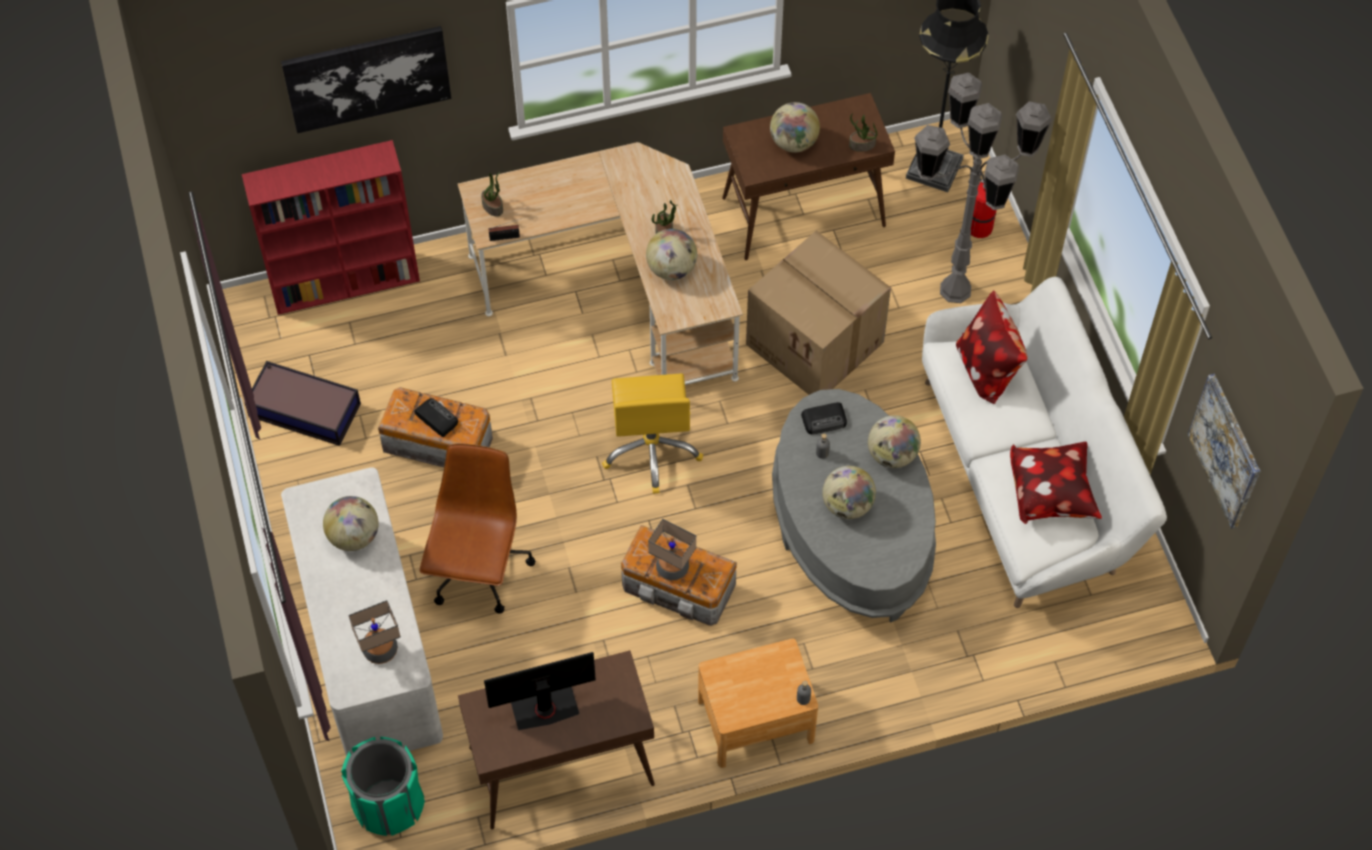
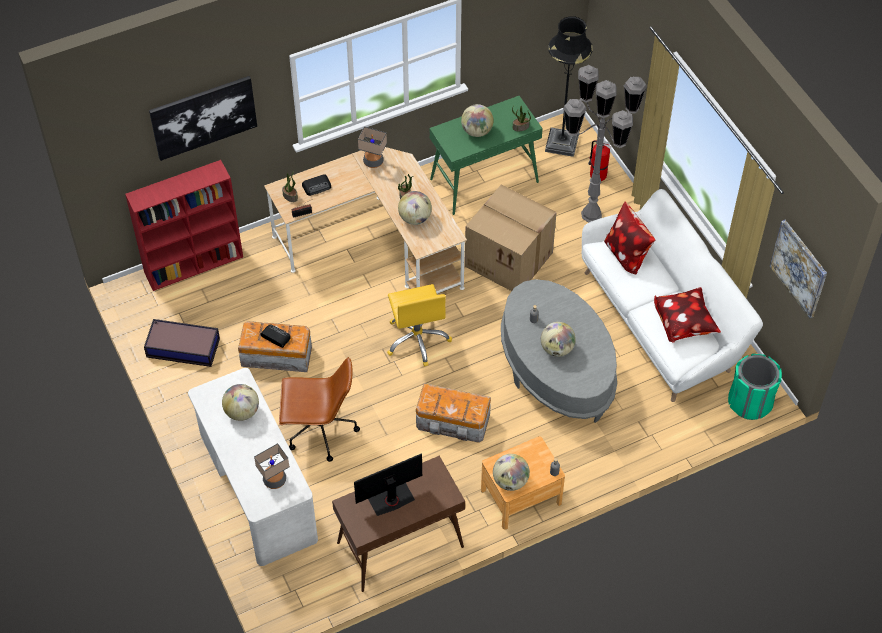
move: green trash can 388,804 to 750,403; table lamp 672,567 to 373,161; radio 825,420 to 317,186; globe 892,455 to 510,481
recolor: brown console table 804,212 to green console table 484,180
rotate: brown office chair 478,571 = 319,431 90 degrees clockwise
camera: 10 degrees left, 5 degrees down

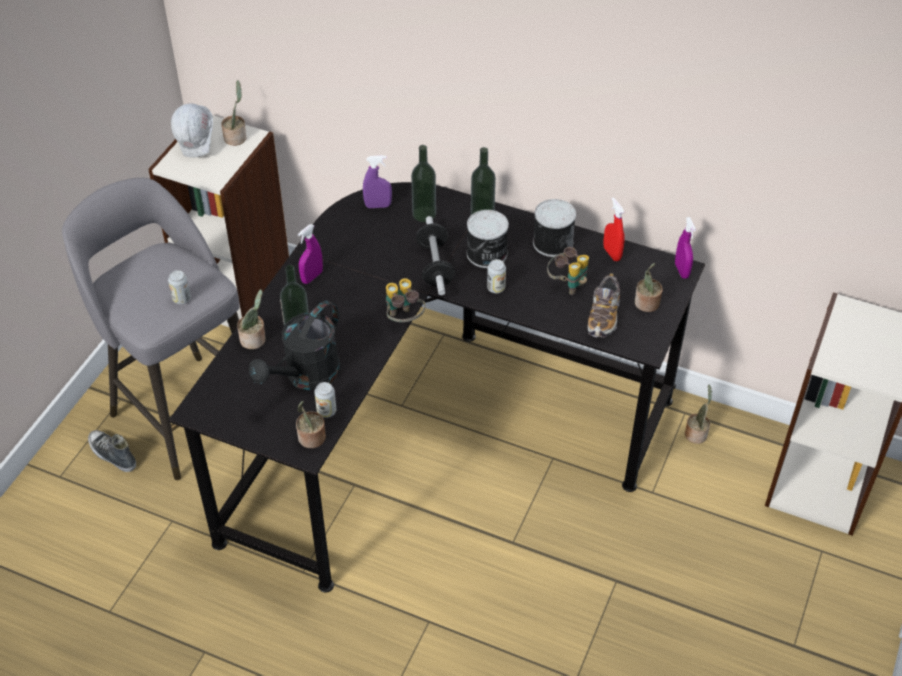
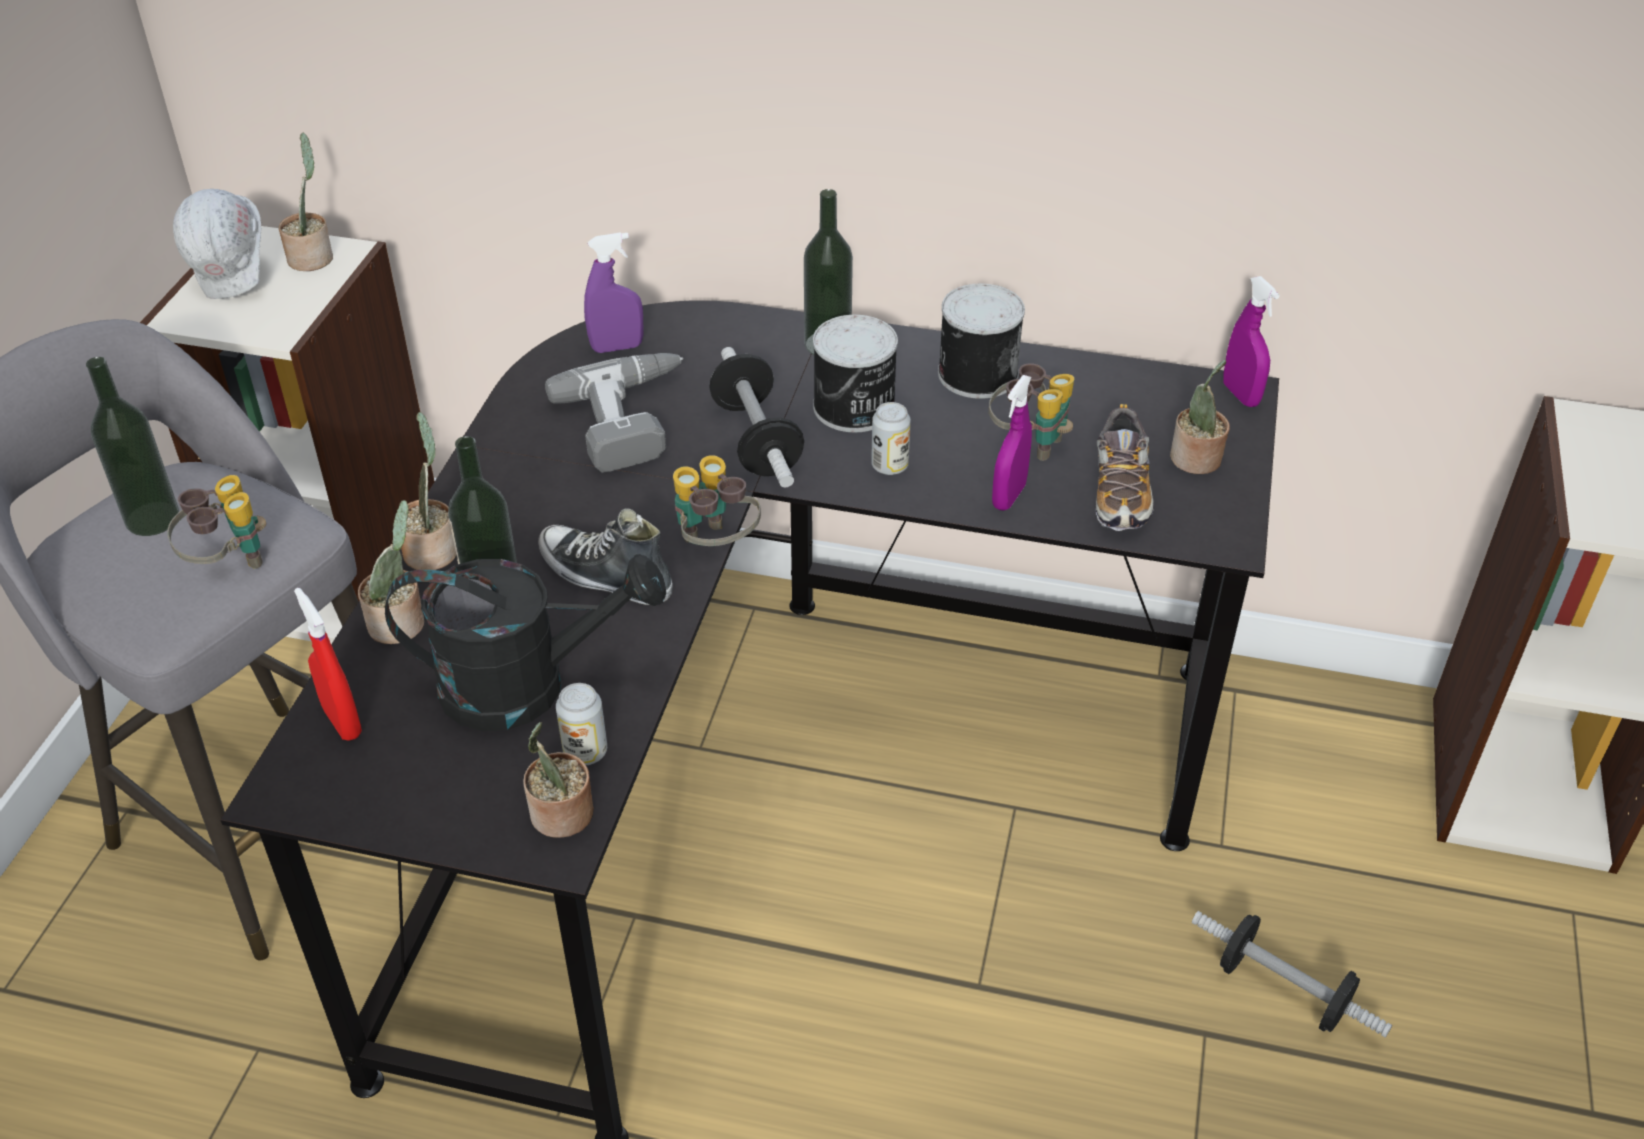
insert: power drill 633,420; dumbbell 1283,990
move: shoe 112,455 to 605,576; purple spray bottle 312,277 to 1008,496; bottle 424,214 to 152,518; red spray bottle 612,253 to 342,722; potted plant 696,433 to 432,550
replace: can 181,299 to binoculars 228,563
rotate: black watering can 306,377 = 526,685 120 degrees counterclockwise
camera: 10 degrees left, 5 degrees down

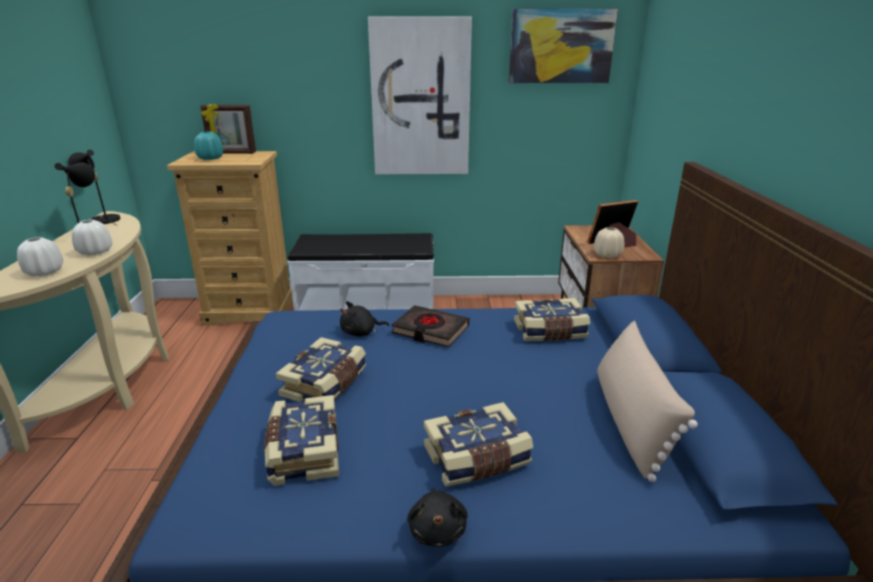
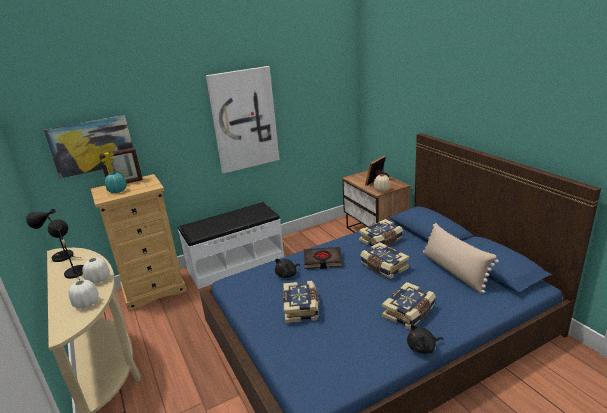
move: book 303,452 to 383,267; picture 561,46 to 92,146
rotate: black plush toy 437,529 = 423,348 105 degrees clockwise
camera: 25 degrees left, 0 degrees up

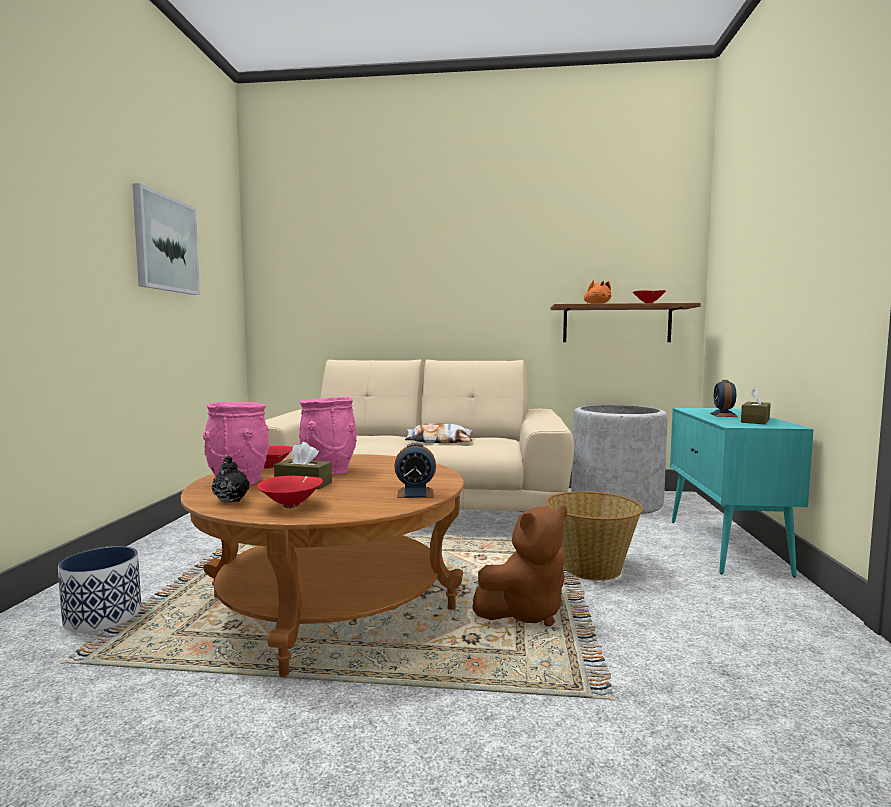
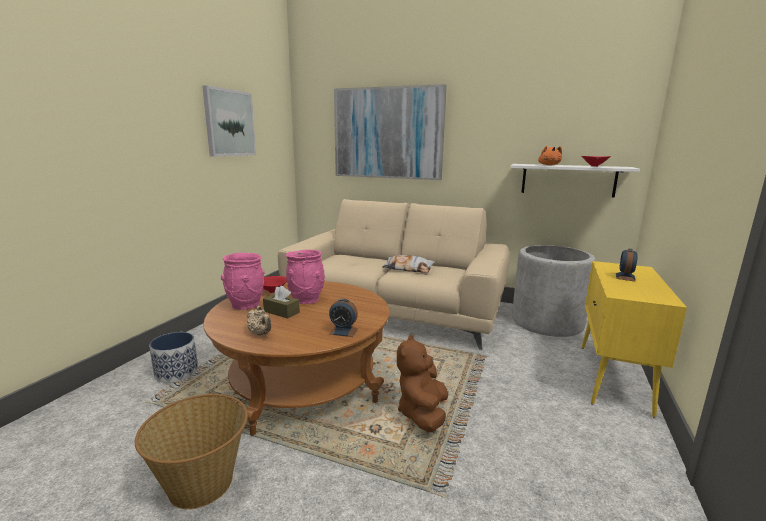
delete: black teapot 231,500; brown tissue box 755,421
insert: picture 388,133
move: basket 591,568 to 202,482
replace: red bowl 292,506 to beige teapot 261,334
recolor: brown shelf 616,324 to white shelf 568,180; turquoise cabinet 726,546 to yellow cabinet 613,378
rotate: brown plush toy 525,612 = 422,413 120 degrees clockwise
camera: 15 degrees right, 10 degrees up

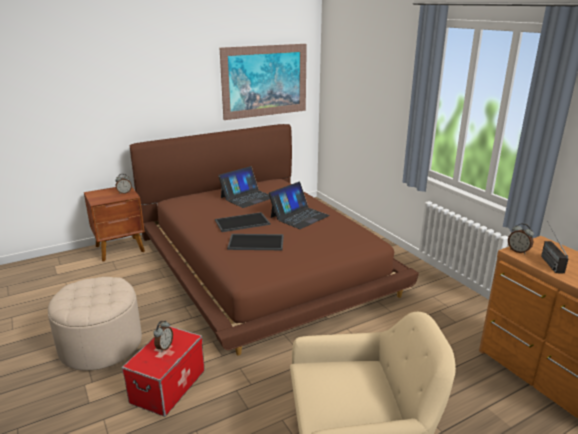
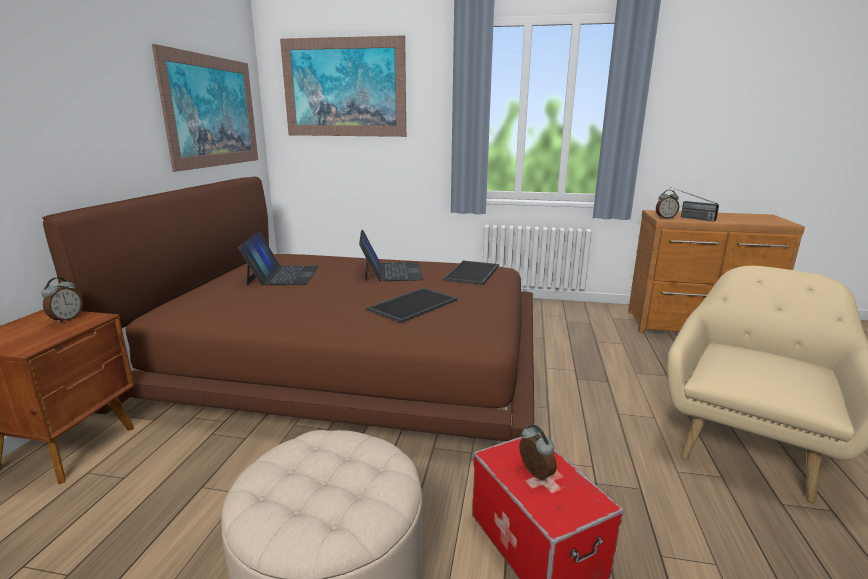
insert: picture 344,88
move: tray 242,223 to 473,273
camera: 50 degrees left, 5 degrees down

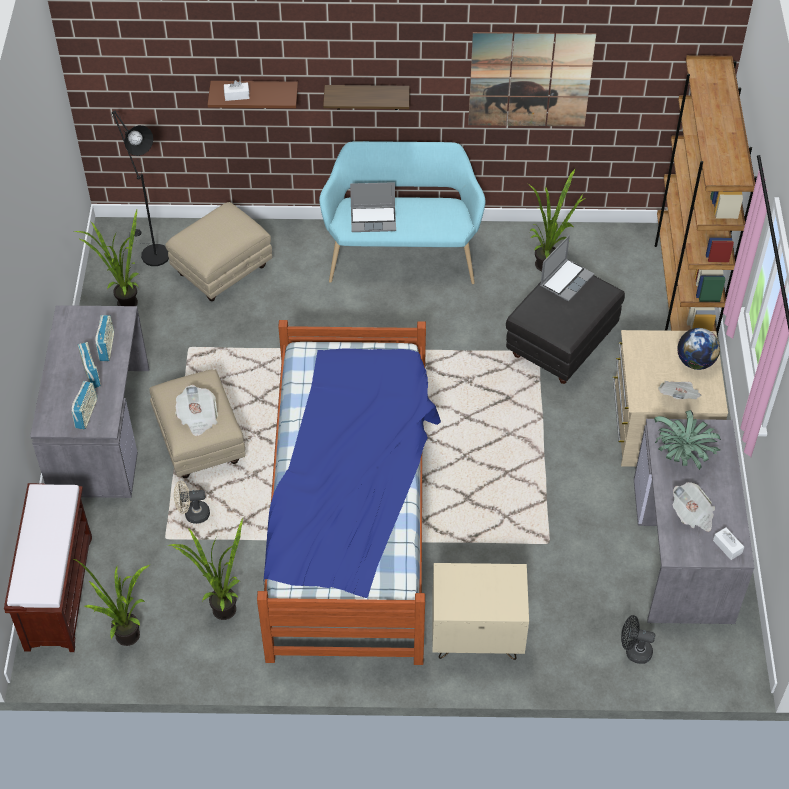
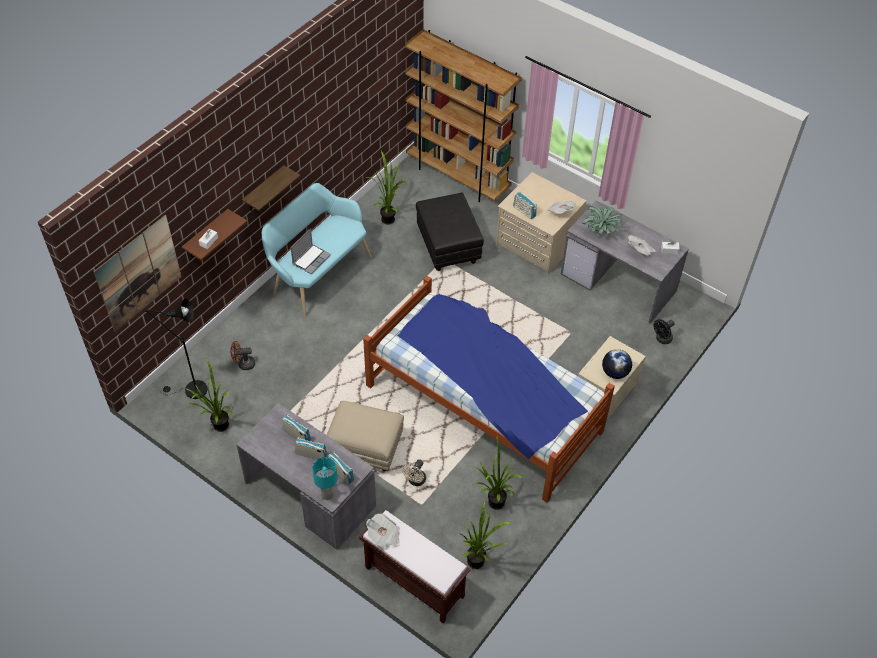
delete: laptop 566,280
insert: turquoise table lamp 327,495; radio 524,211
move: newspaper 197,418 to 384,536; picture 530,79 to 139,273; globe 695,362 to 615,372
replace: beige ottoman 221,271 to brown fan 243,364
camera: 55 degrees left, 0 degrees up

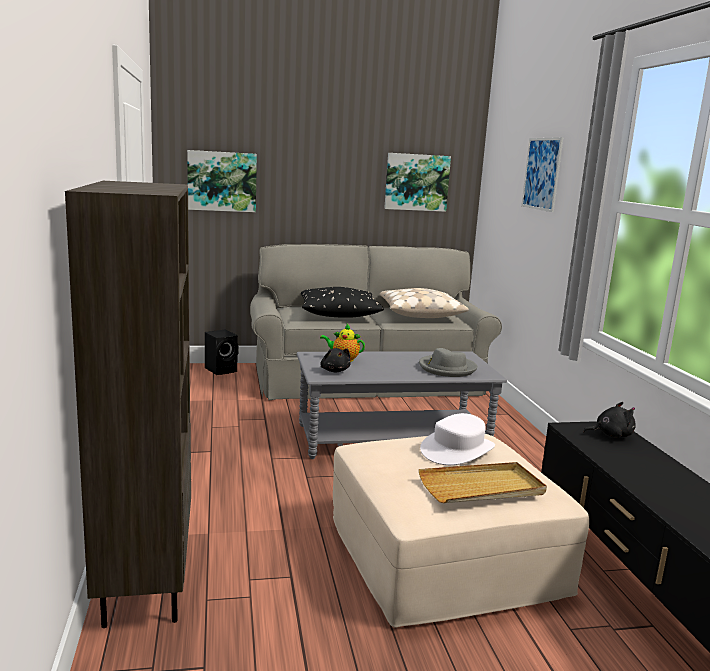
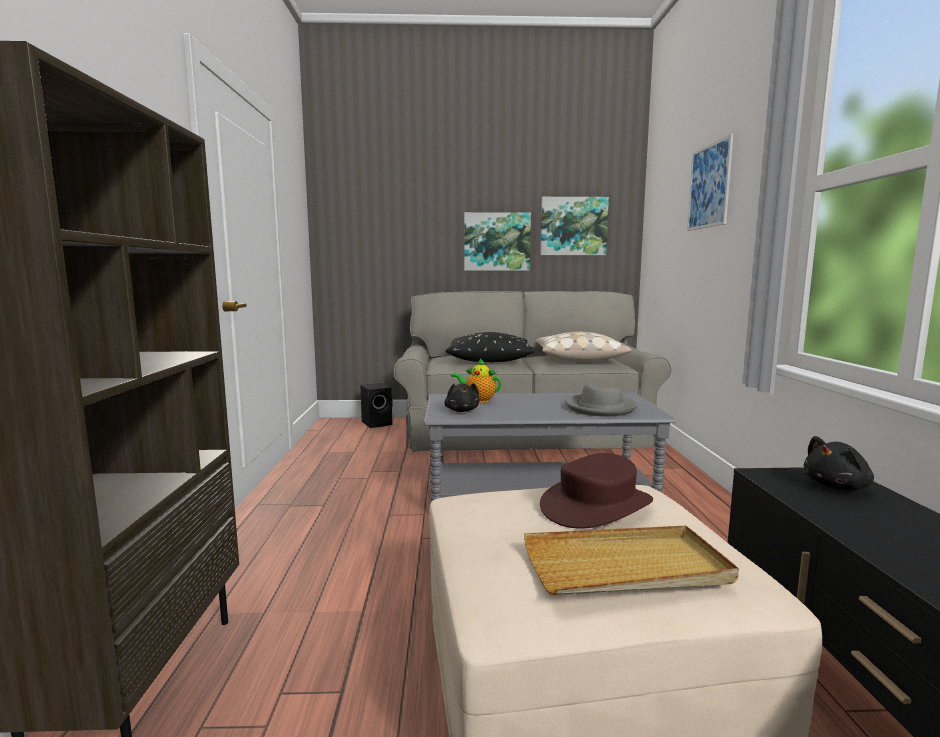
move: picture 222,181 to 497,242
recolor: white hat 458,450 to brown hat 597,505
rotate: black plush toy 610,435 = 837,486 150 degrees clockwise
camera: 10 degrees right, 5 degrees down

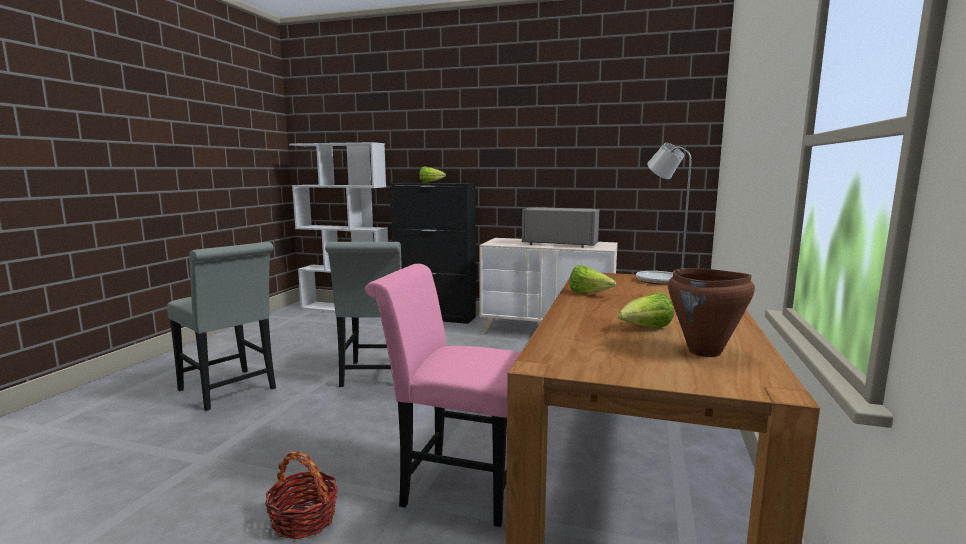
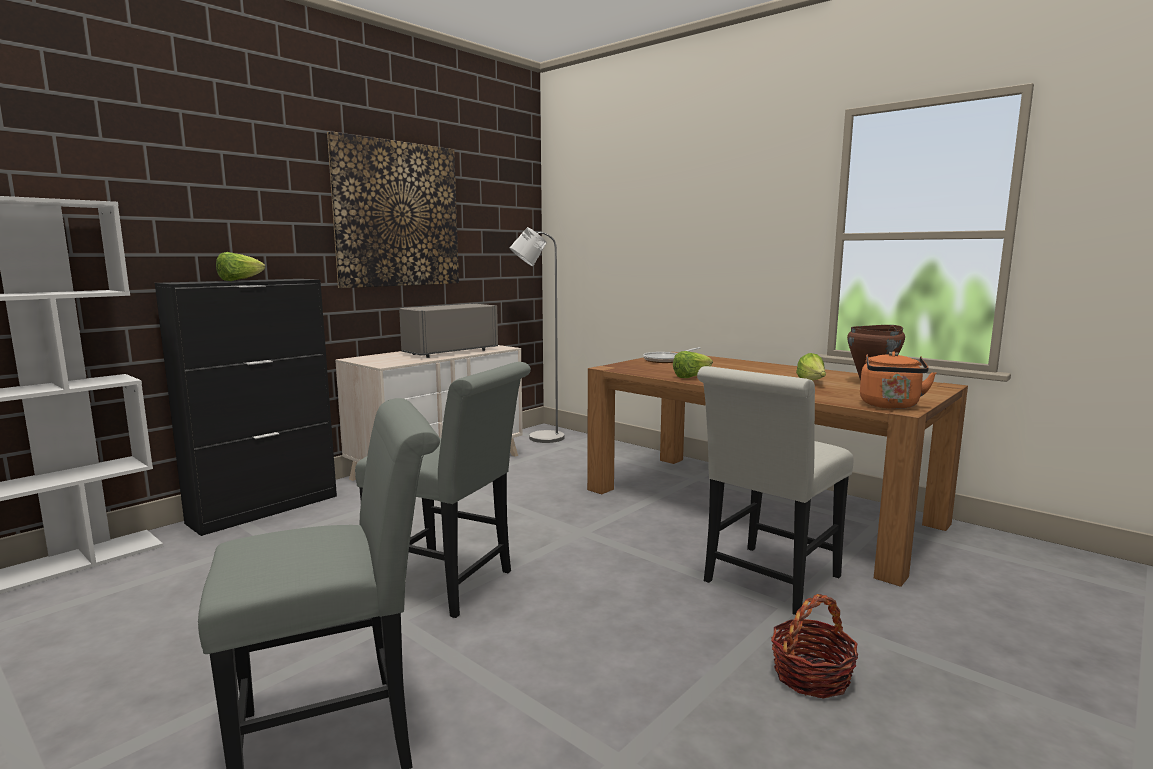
insert: picture 397,214; orange kettle 890,406
recolor: pink chair 455,484 to white chair 767,582
camera: 65 degrees left, 0 degrees up

